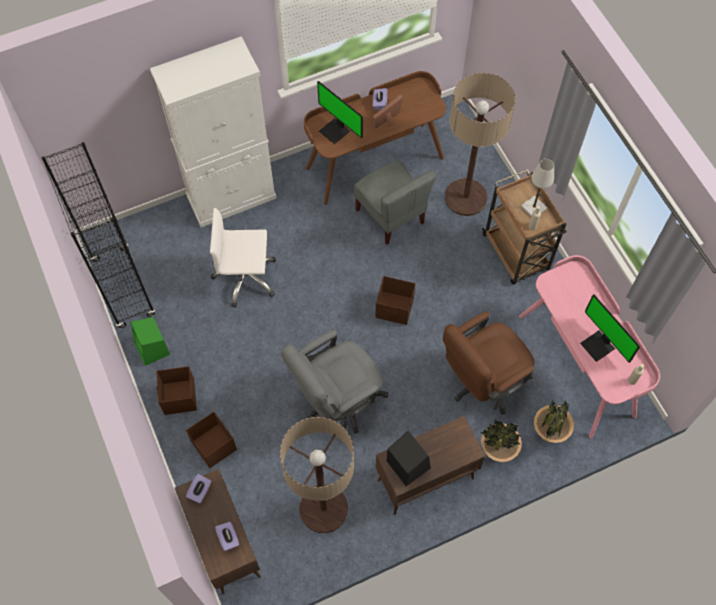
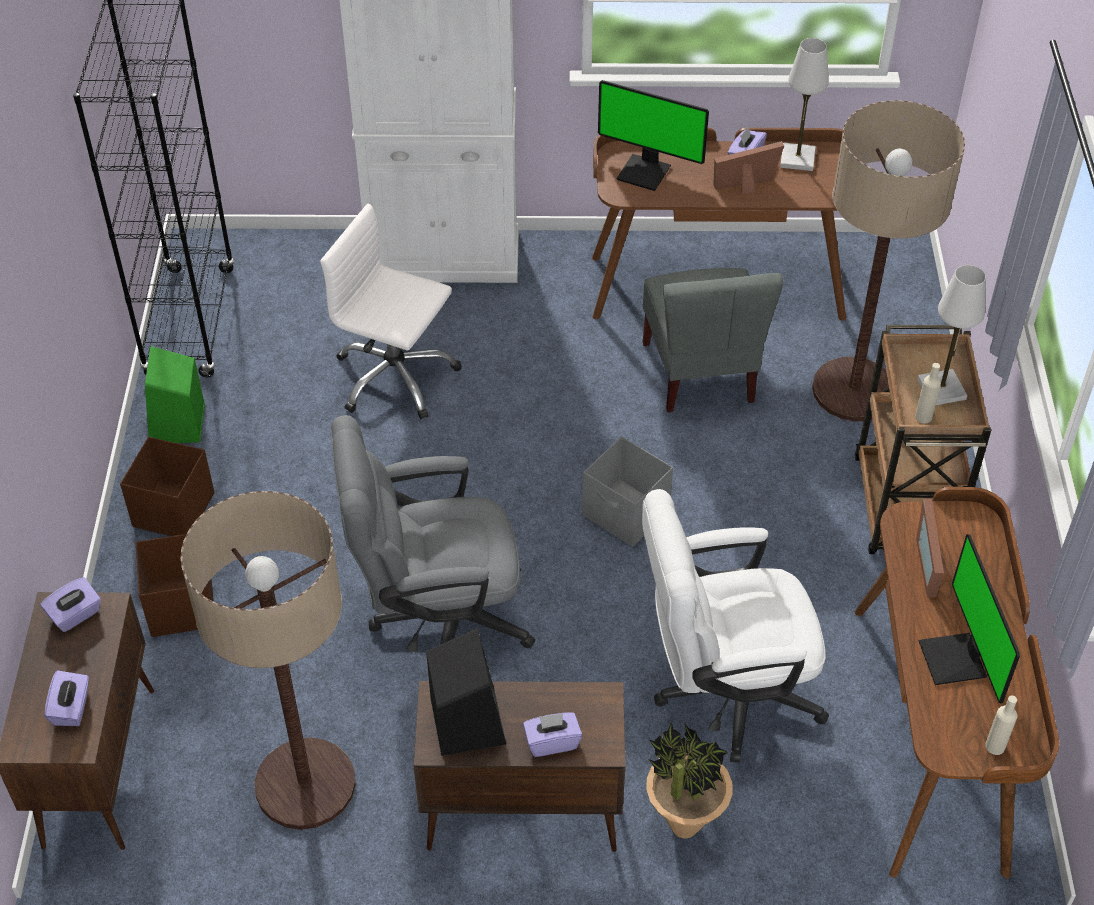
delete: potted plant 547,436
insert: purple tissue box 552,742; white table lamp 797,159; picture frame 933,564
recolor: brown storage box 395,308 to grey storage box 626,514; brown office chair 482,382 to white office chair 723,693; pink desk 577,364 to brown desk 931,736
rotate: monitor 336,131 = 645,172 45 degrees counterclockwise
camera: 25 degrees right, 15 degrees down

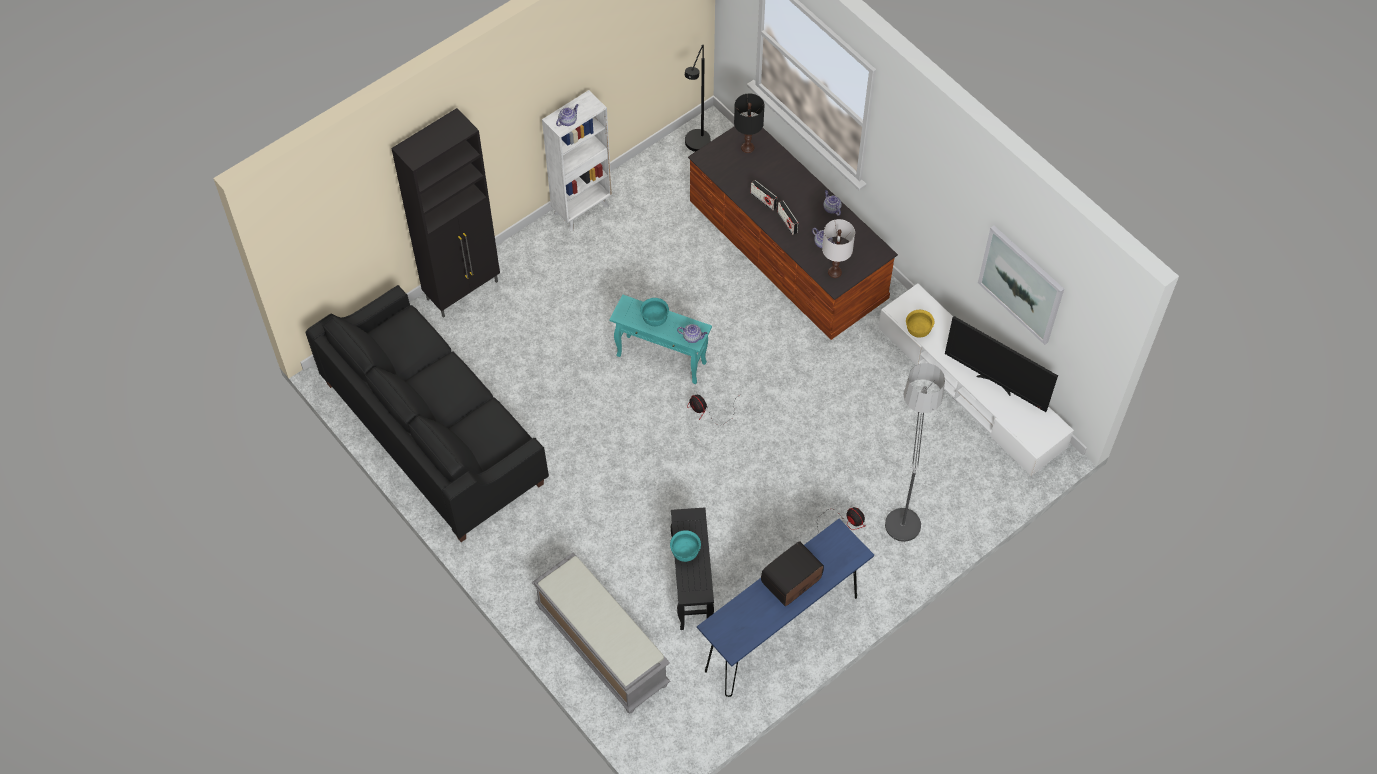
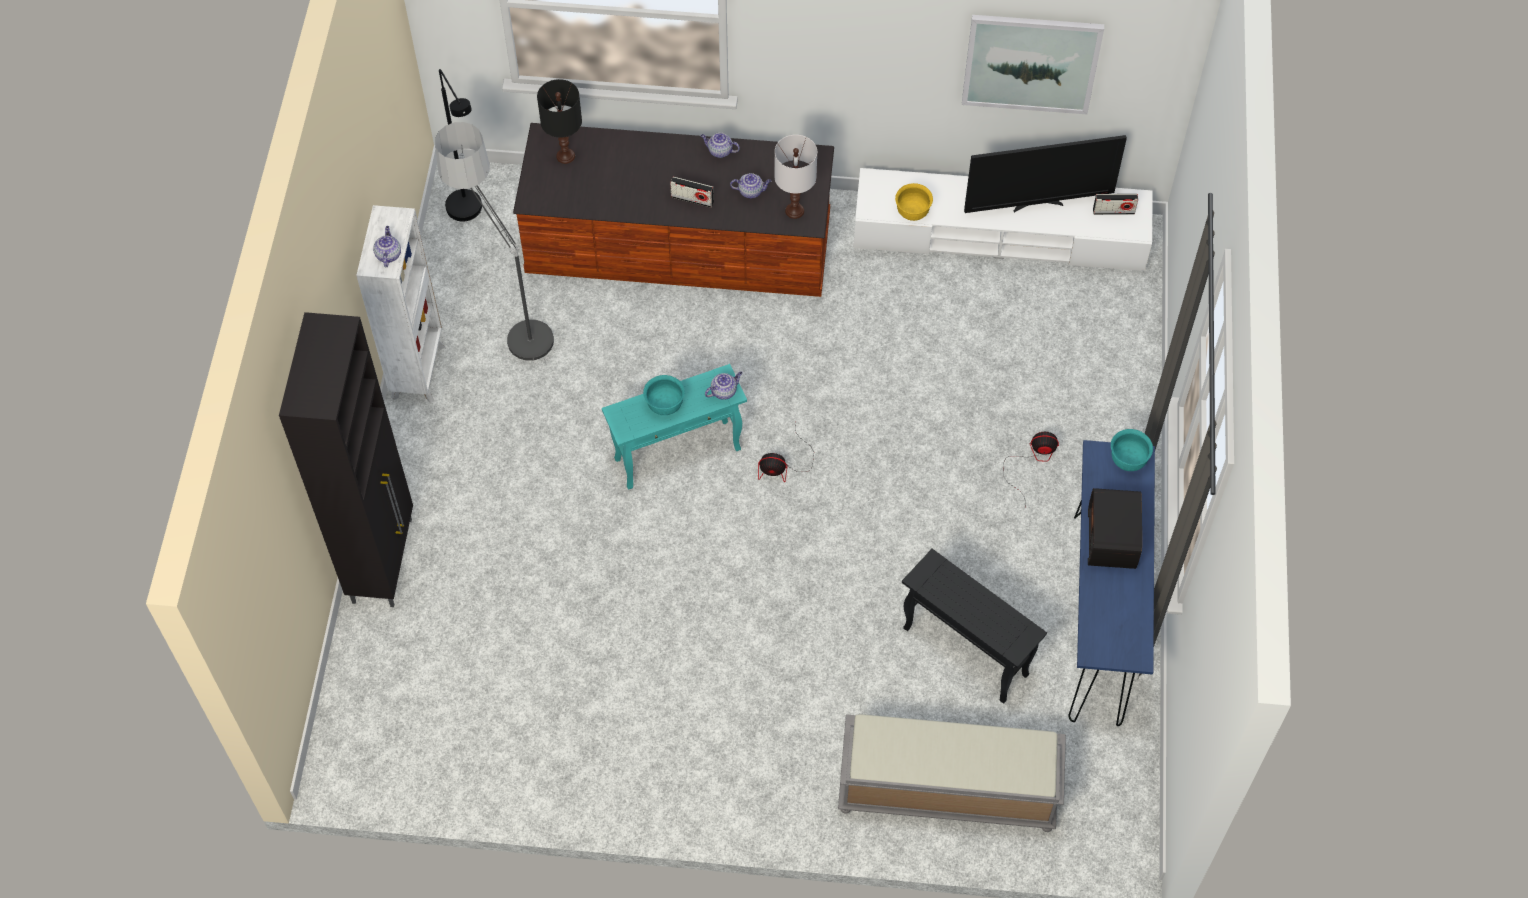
delete: black sofa 433,432
move: turquoise bowl 685,552 to 1128,460; radio 763,200 to 1113,211; floor lamp 903,500 to 508,318
camera: 45 degrees left, 0 degrees up

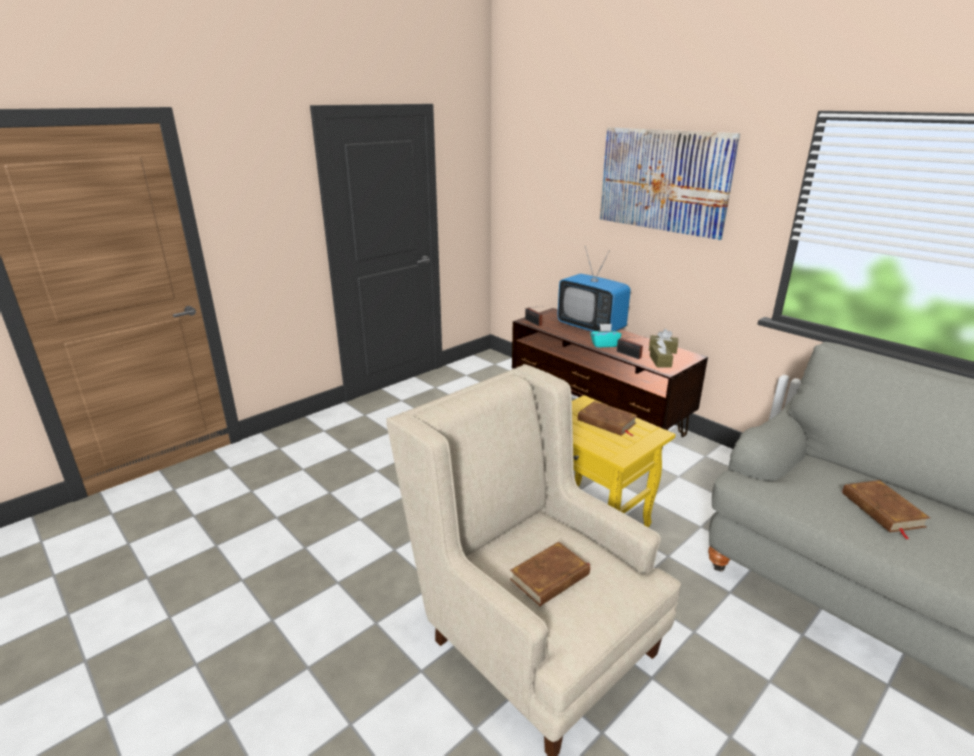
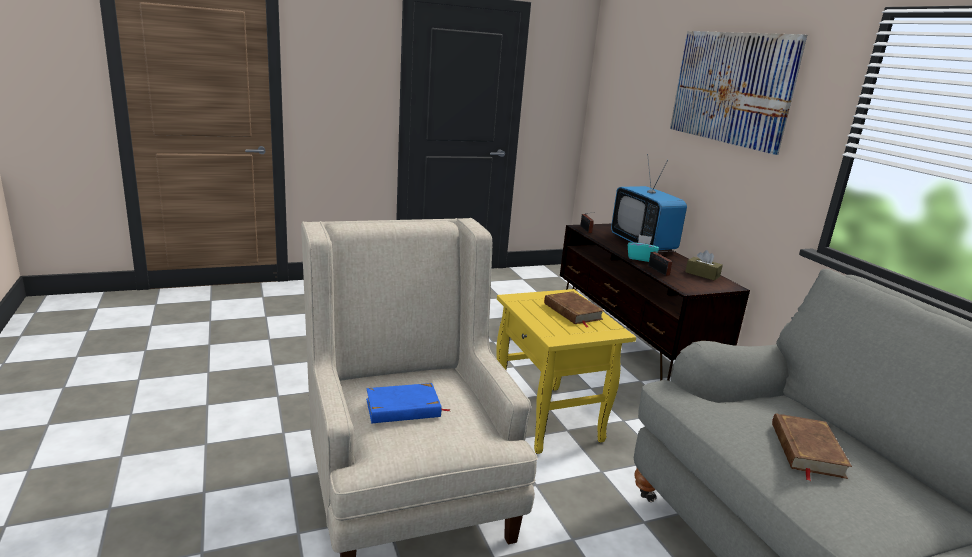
delete: brown tissue box 660,361
recolor: brown book 550,577 to blue book 403,408
camera: 20 degrees right, 5 degrees down

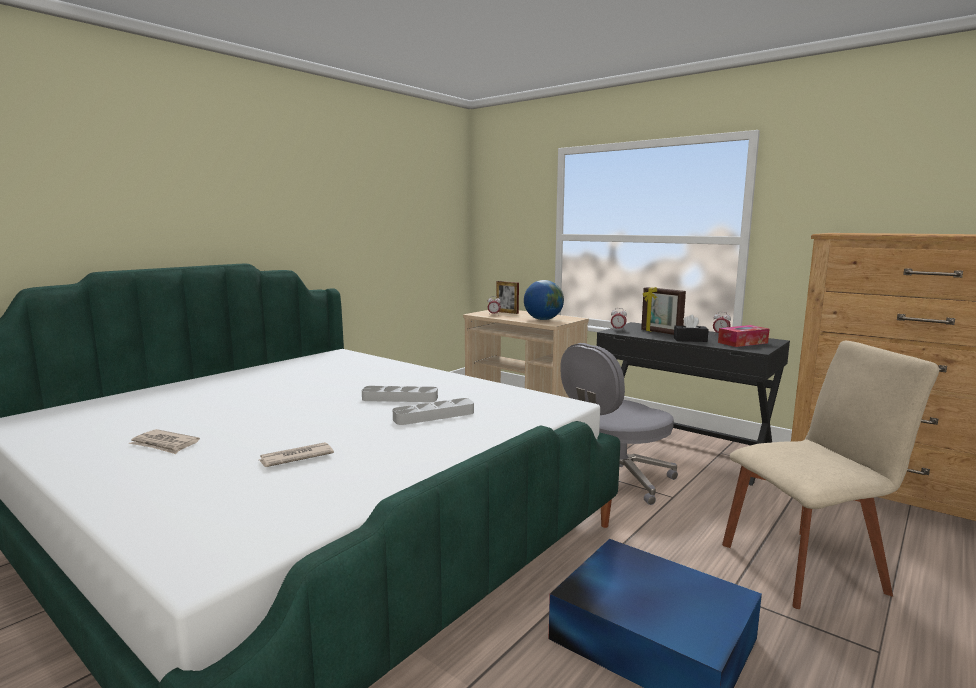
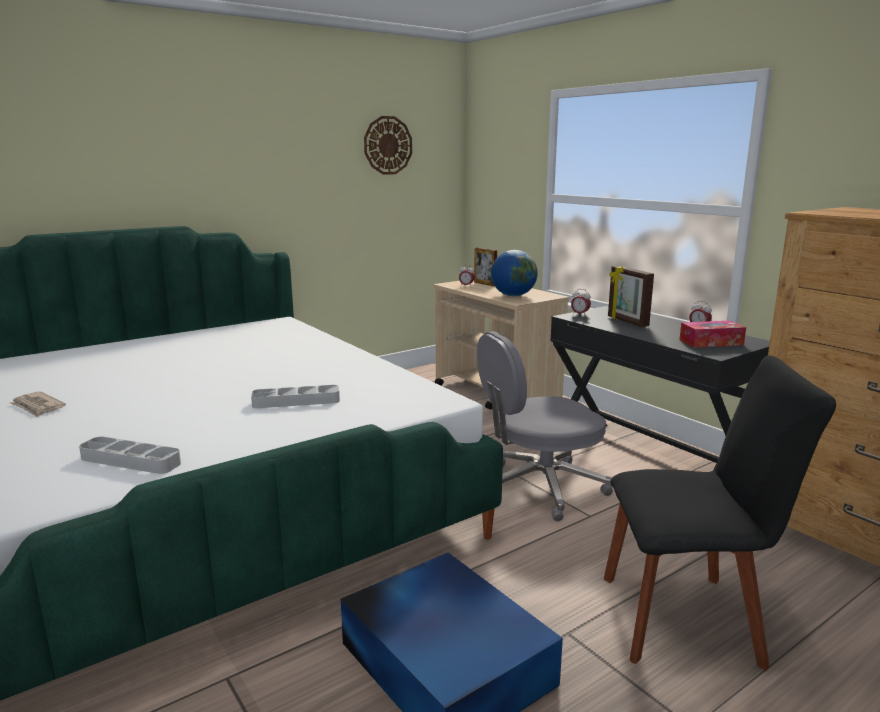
delete: newspaper 295,457; black tissue box 690,340
insert: wall clock 388,145
move: grey tray 400,398 to 130,460
recolor: beige chair 808,566 to black chair 688,618
camera: 15 degrees right, 5 degrees up

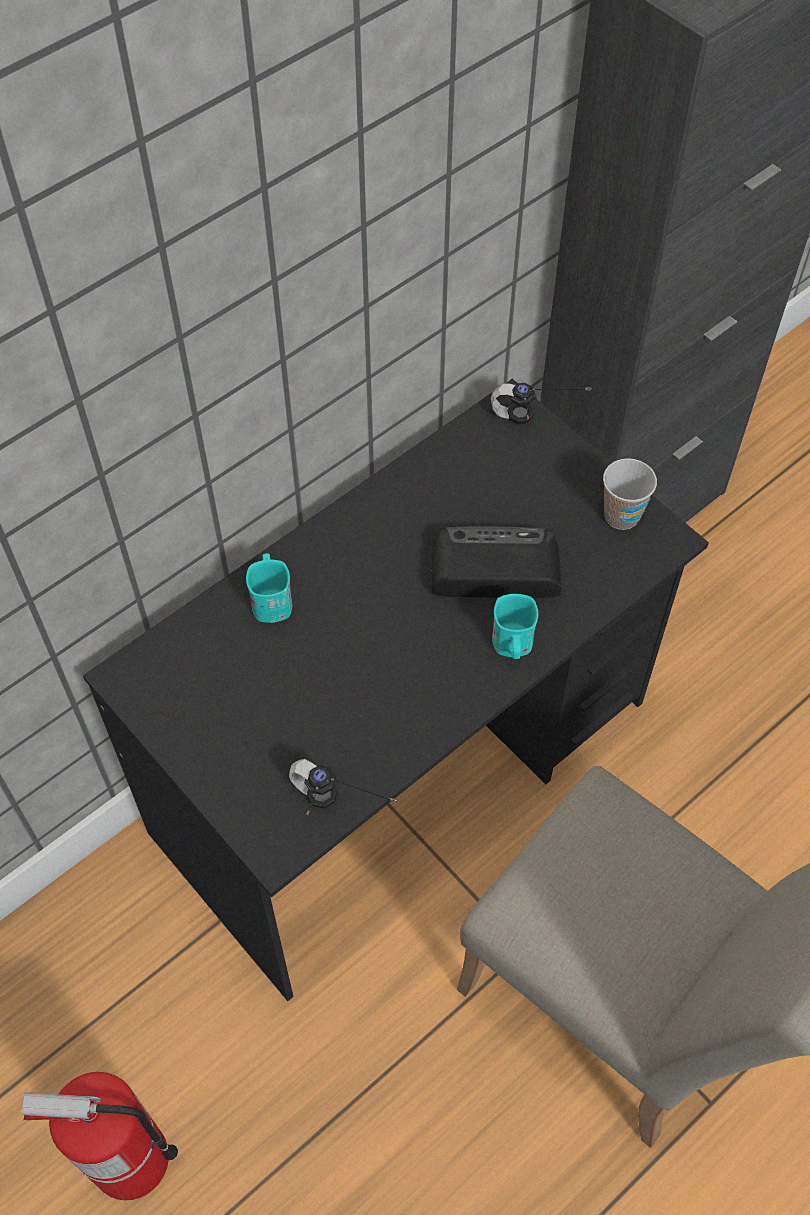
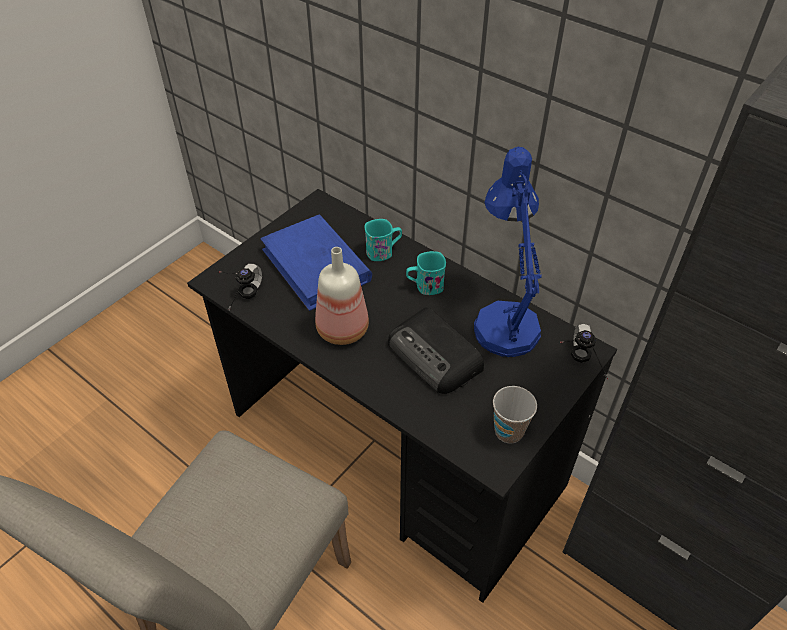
delete: fire extinguisher 129,1159
insert: blue book 316,266; bottle 344,330; blue table lamp 503,320
move: turquoise mug 512,647 to 424,286
rotate: radio 492,569 = 435,356 150 degrees clockwise
camera: 80 degrees right, 10 degrees down

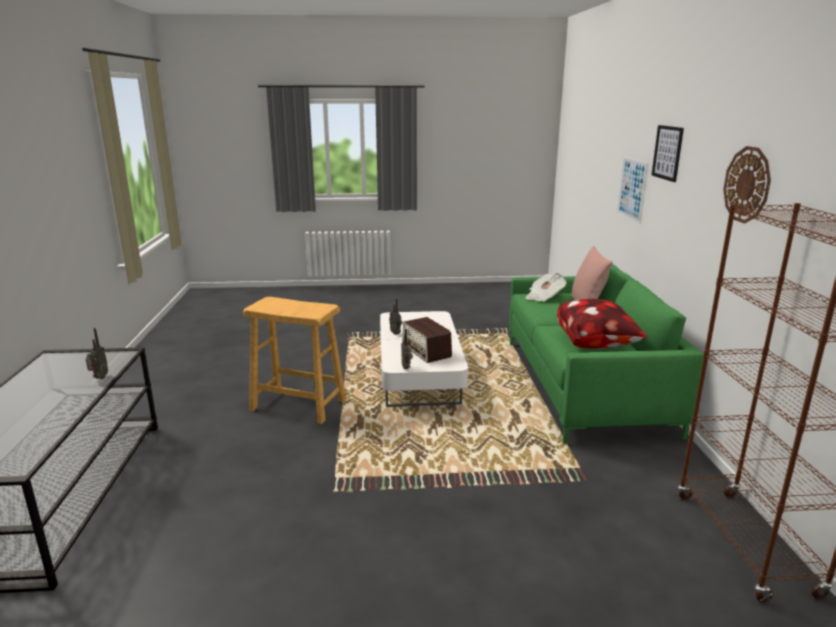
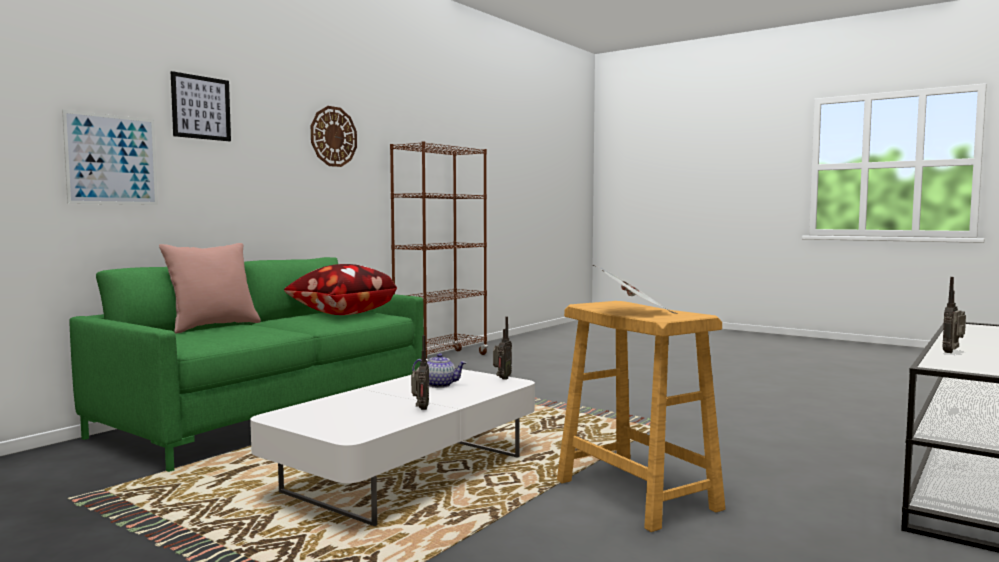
move: newspaper 544,297 to 635,312
replace: radio 426,351 to teapot 440,385
camera: 140 degrees left, 15 degrees down

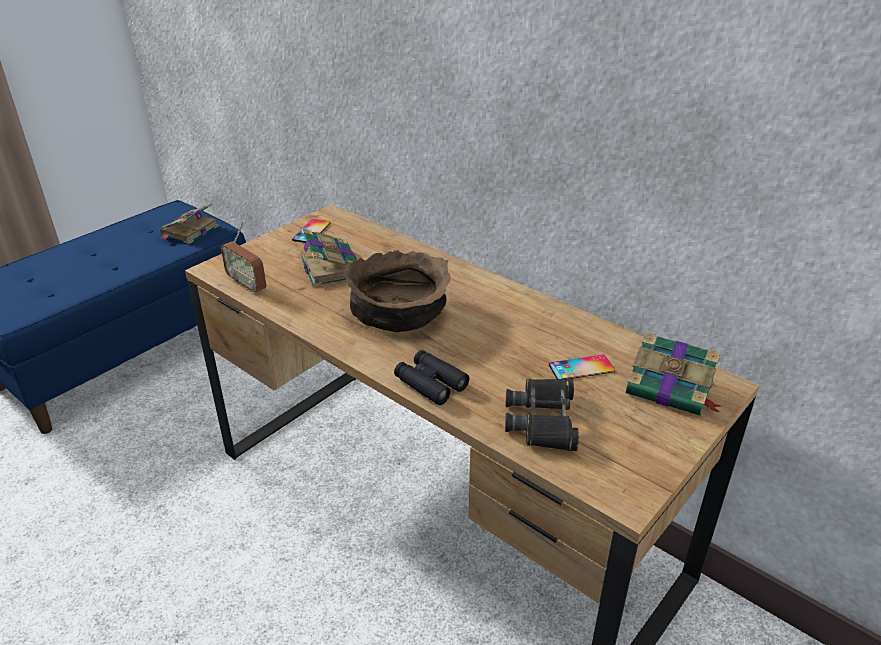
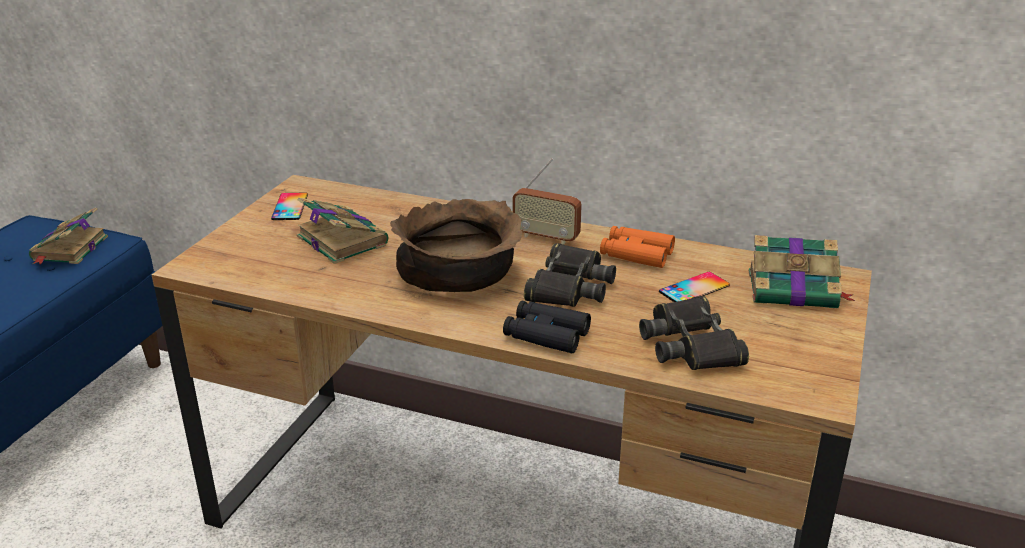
insert: black binoculars 569,286; orange binoculars 636,254
move: radio 247,285 to 546,237
camera: 20 degrees left, 5 degrees down

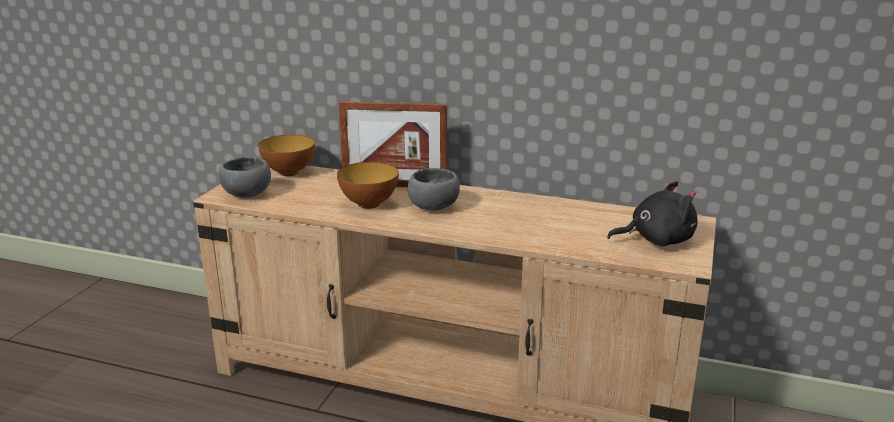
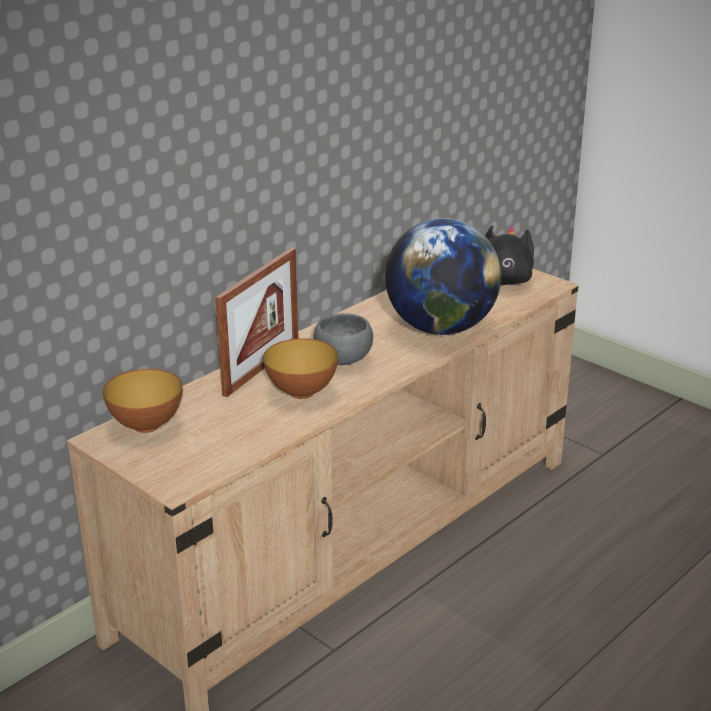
delete: grey bowl 247,195
insert: globe 441,328
camera: 65 degrees left, 5 degrees up

